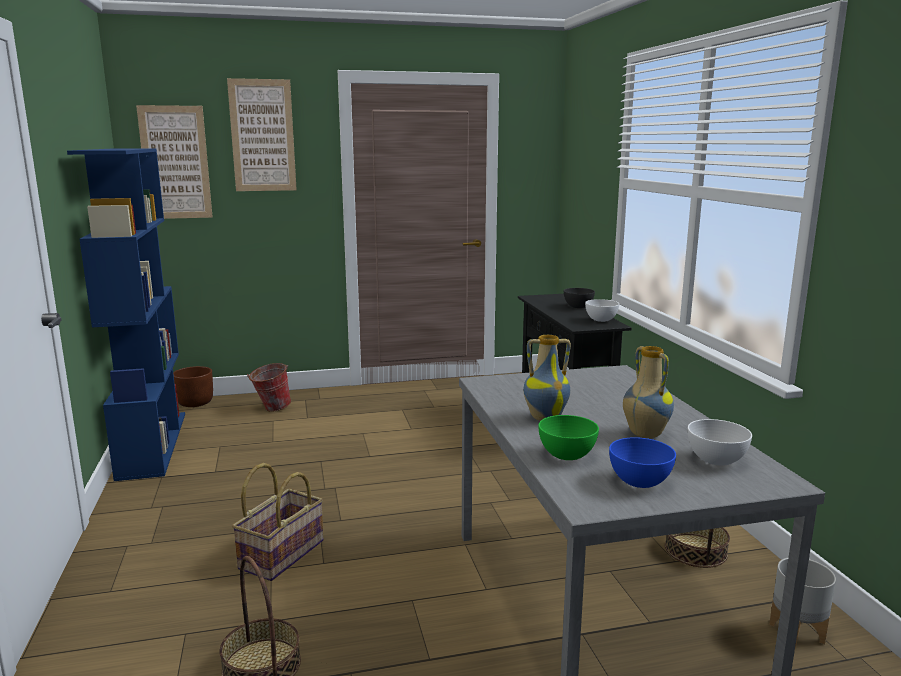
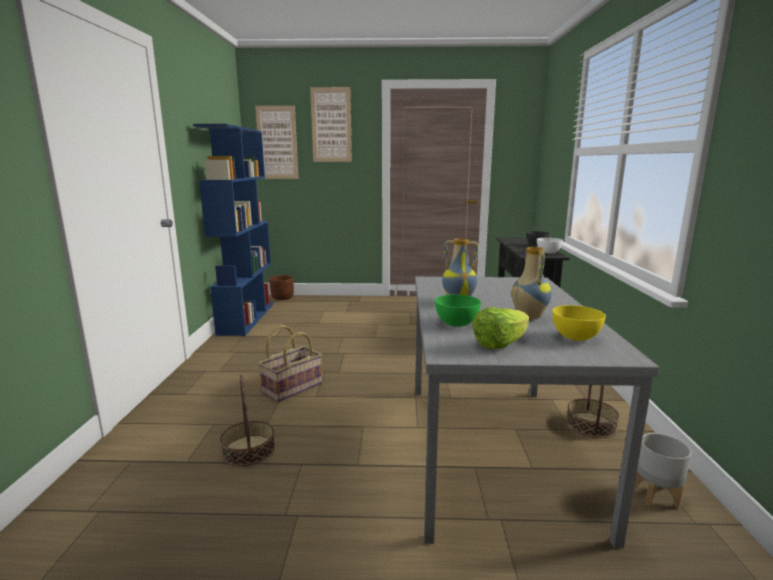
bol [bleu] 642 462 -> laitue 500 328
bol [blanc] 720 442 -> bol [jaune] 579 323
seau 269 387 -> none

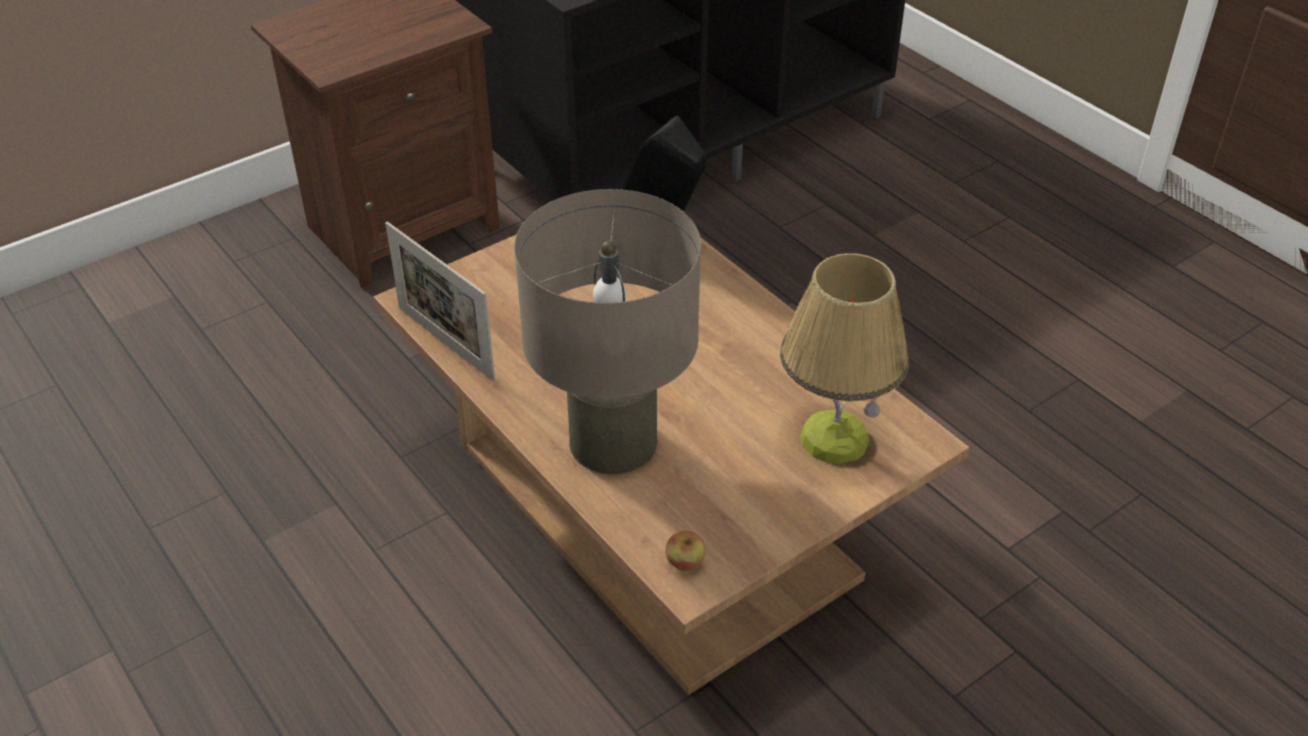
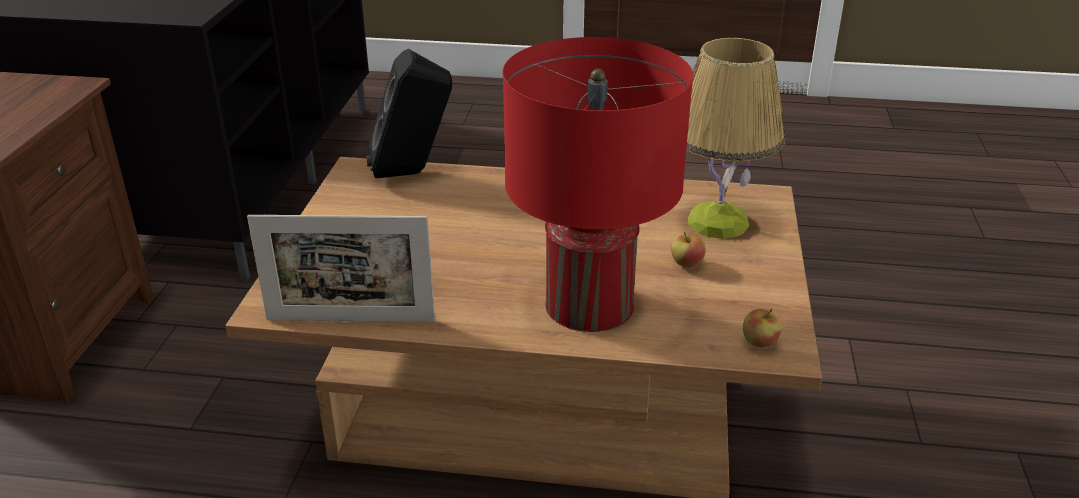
lampe de table [beige] 607 331 -> lampe de table [rouge] 598 184
none -> pomme 688 250

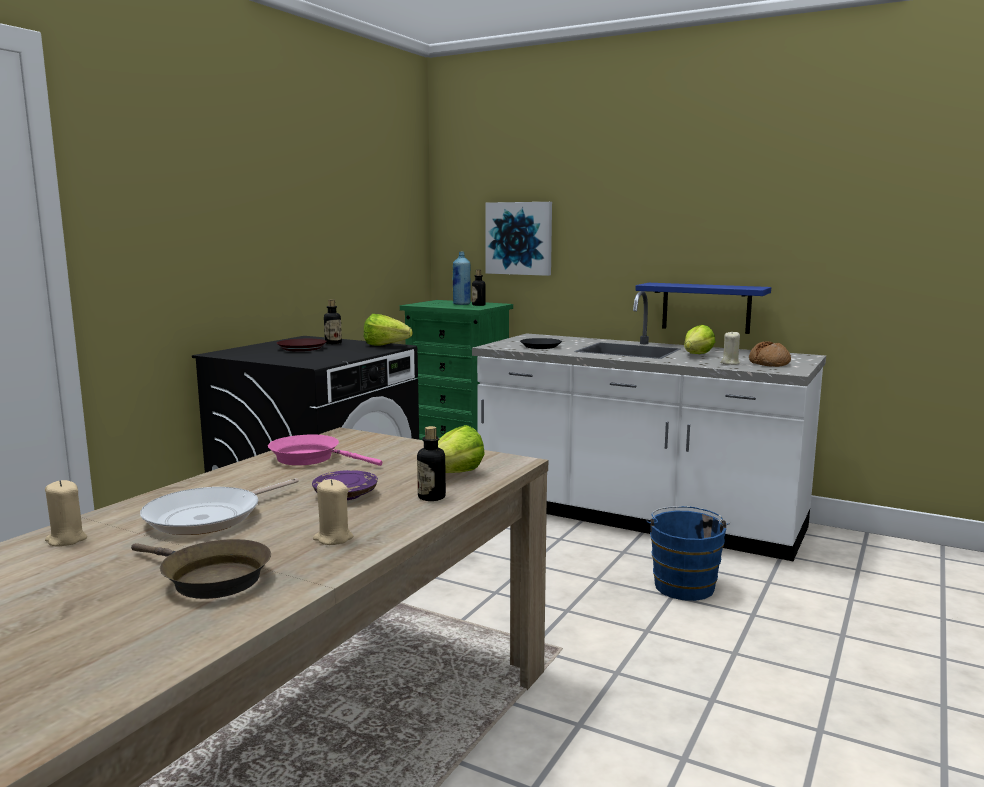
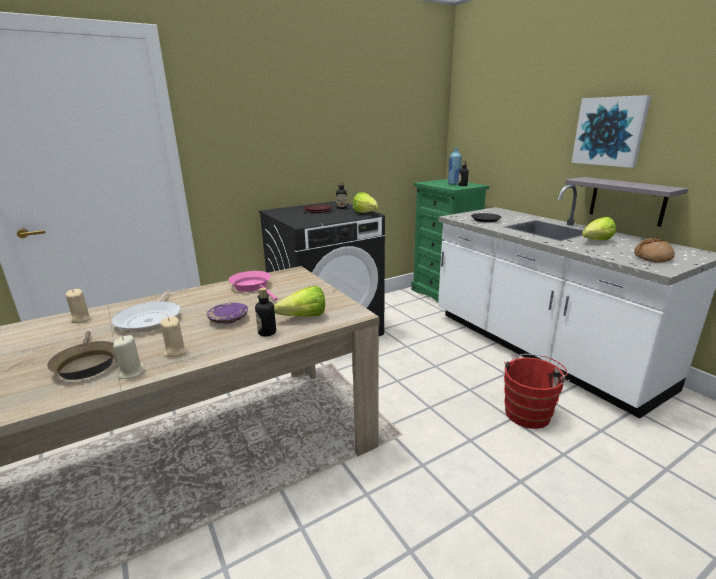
poêle 219 506 -> poêle 146 311, 75 degrees counterclockwise
bougie [beige] 730 348 -> bougie [beige] 129 357, relocated
seau [bleu] 688 553 -> seau [rouge] 537 391
étagère [bleu] 703 308 -> étagère [gris] 627 202
tableau 518 239 -> tableau 611 131, relocated

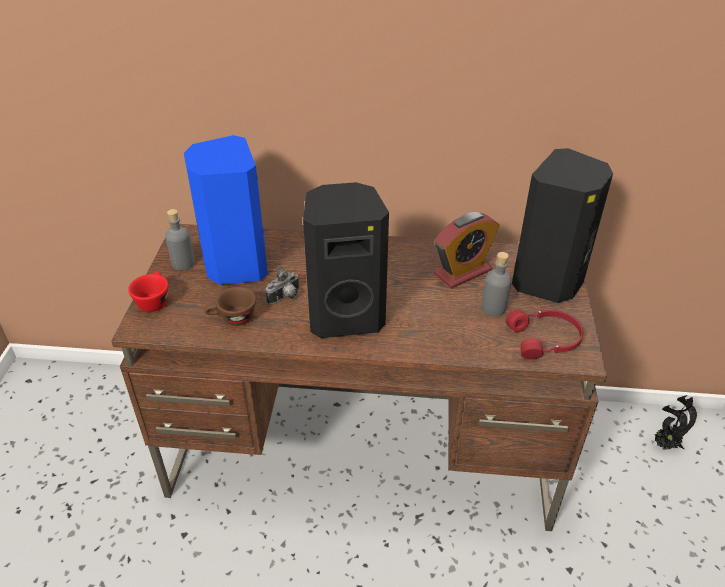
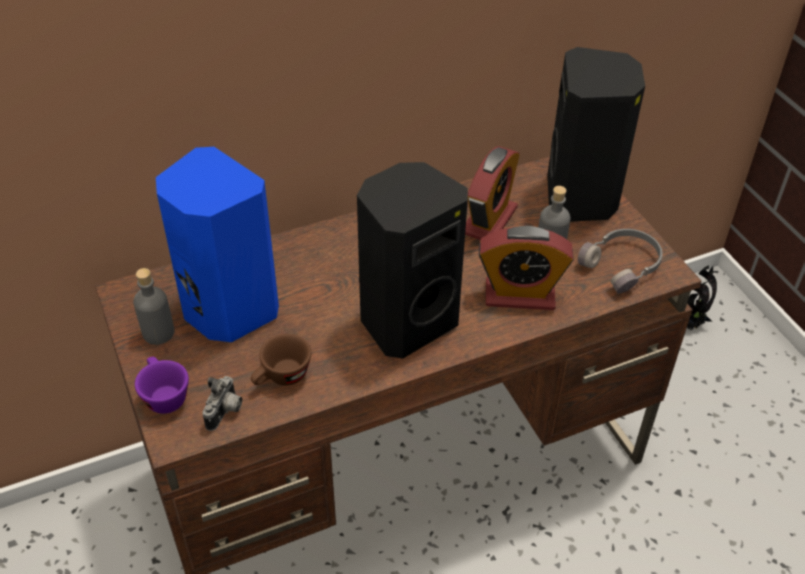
tasse [rouge] 148 292 -> tasse [violet] 162 385
appareil photo 282 285 -> appareil photo 222 403, relocated
none -> réveil 526 268
casque audio [rouge] 545 334 -> casque audio [gris] 620 261

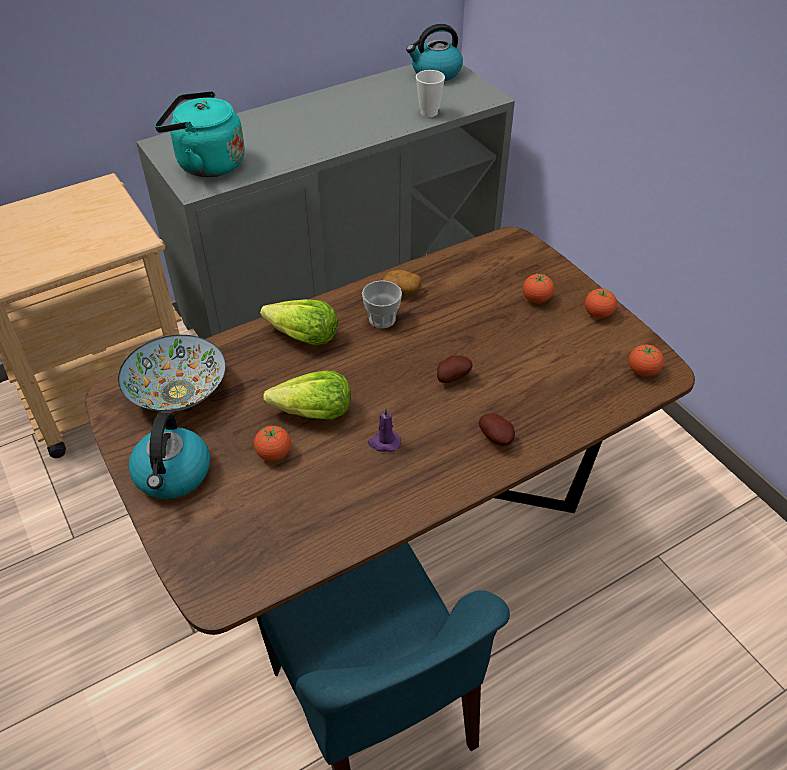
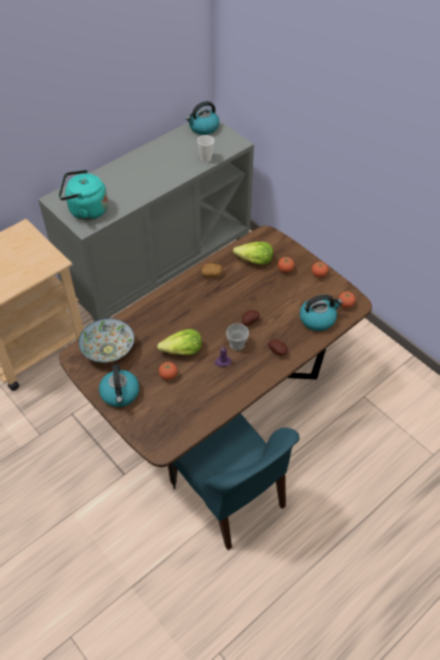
tasse 382 304 -> tasse 237 336, relocated
laitue 299 322 -> laitue 253 253, relocated
none -> bouilloire 321 312

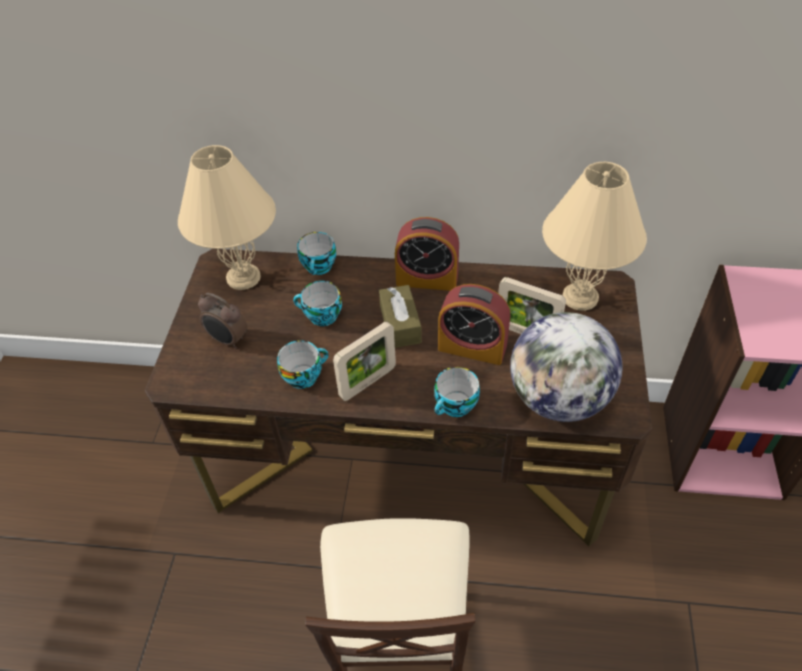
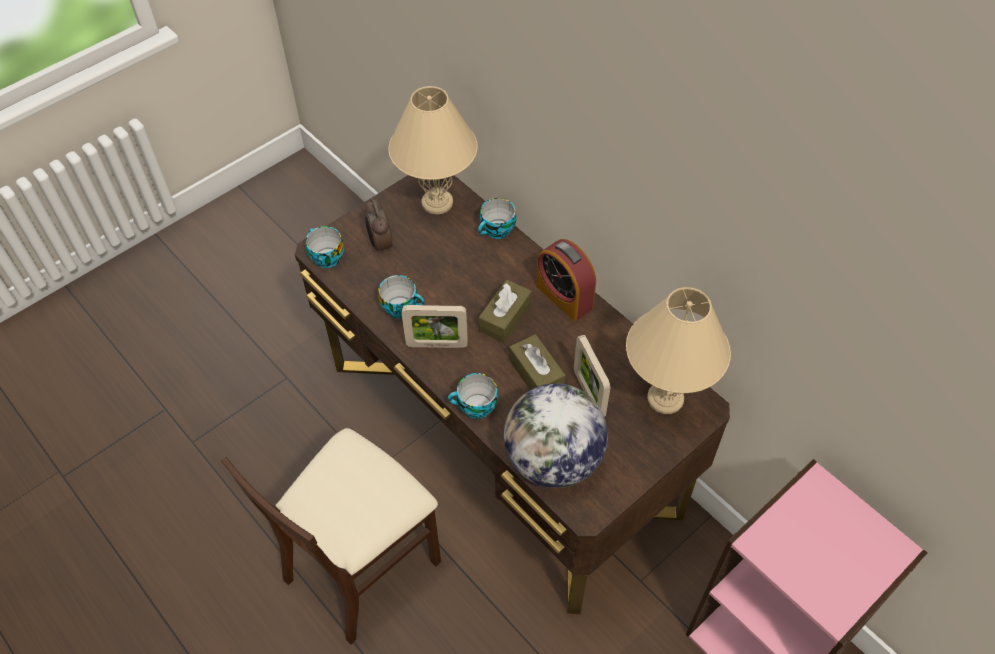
tasse 317 303 -> tasse 324 247, relocated
réveil 474 324 -> boîte à mouchoirs [marron] 537 362

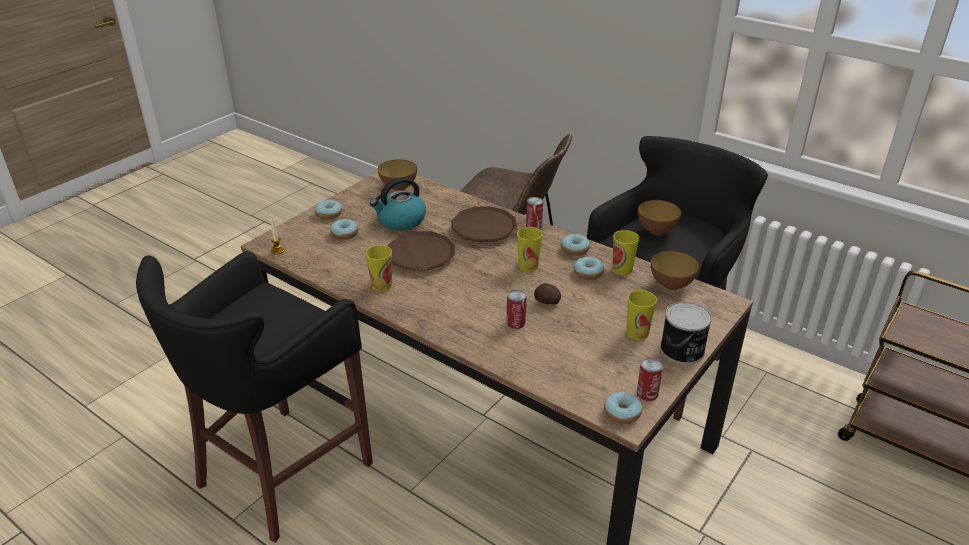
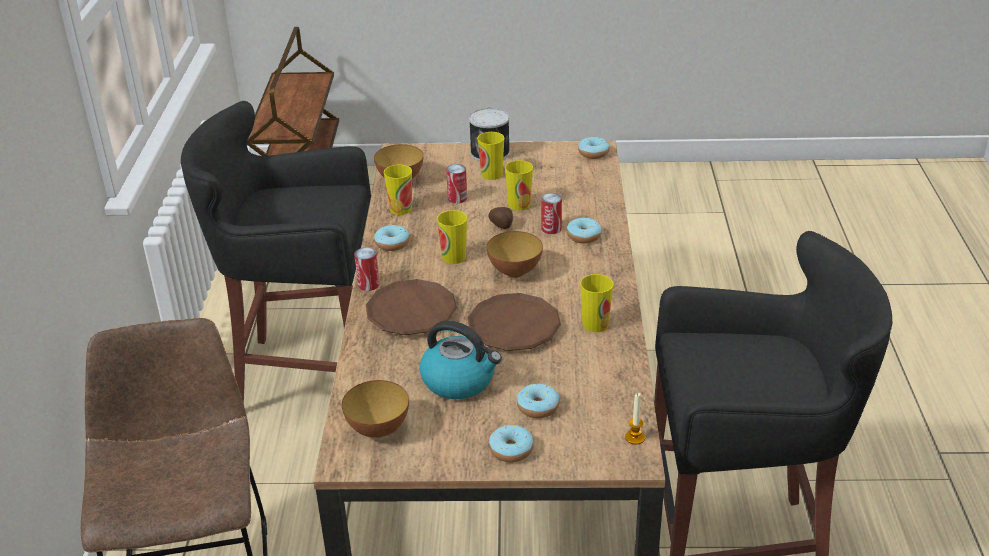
boîte métallique 650 379 -> boîte métallique 456 184, relocated
bol 659 217 -> bol 515 254, relocated
none -> tasse 519 185
beignet 589 268 -> beignet 584 230, relocated

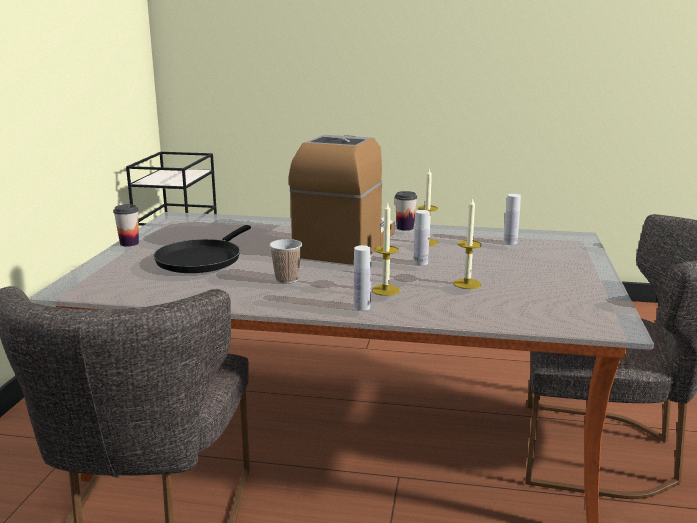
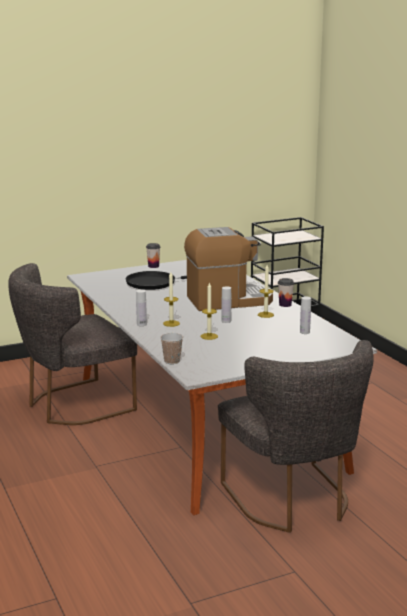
tasse 285 261 -> tasse 171 348, relocated

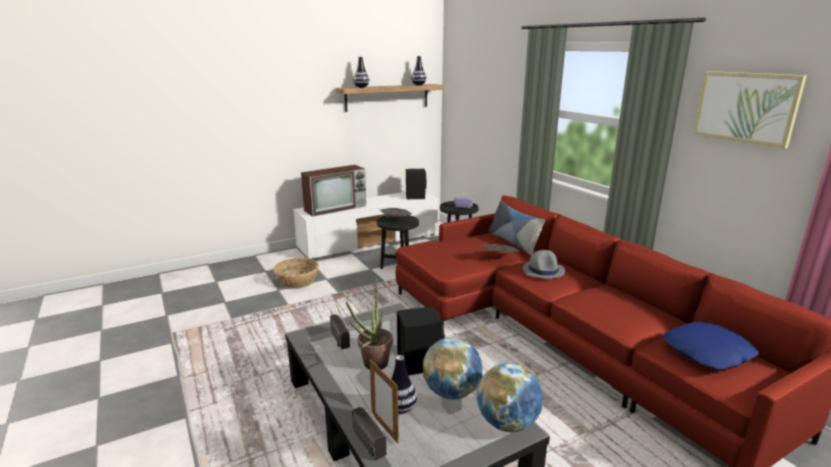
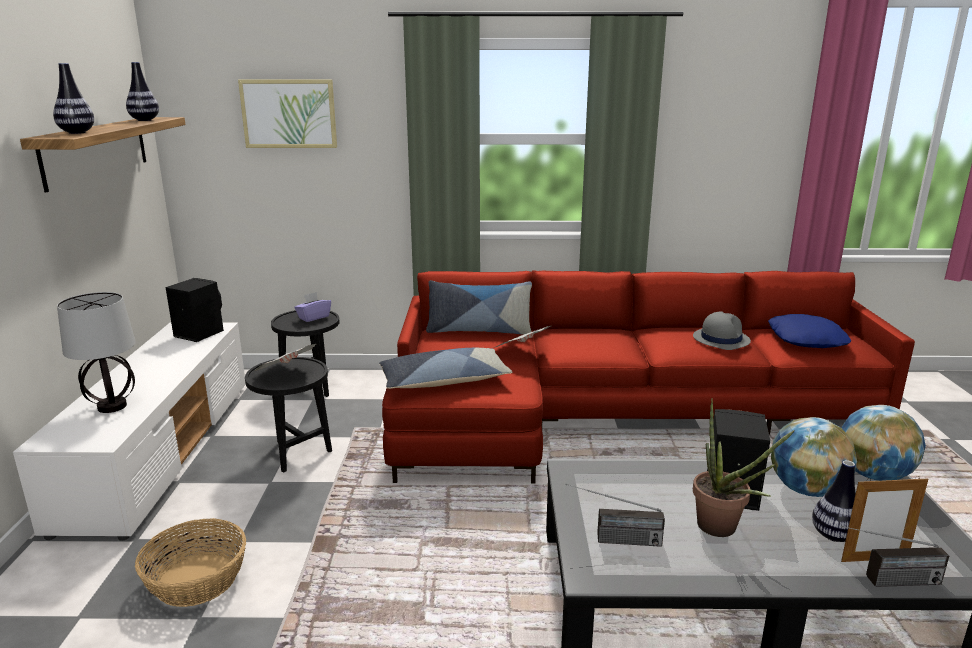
téléviseur 333 191 -> lampe de table 96 352
tableau 750 109 -> tableau 287 113, relocated
none -> coussin 445 368
chapeau [gris] 544 264 -> chapeau [gris] 722 330, relocated

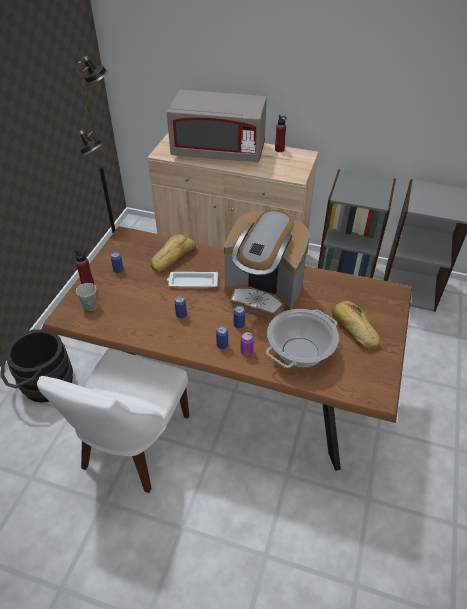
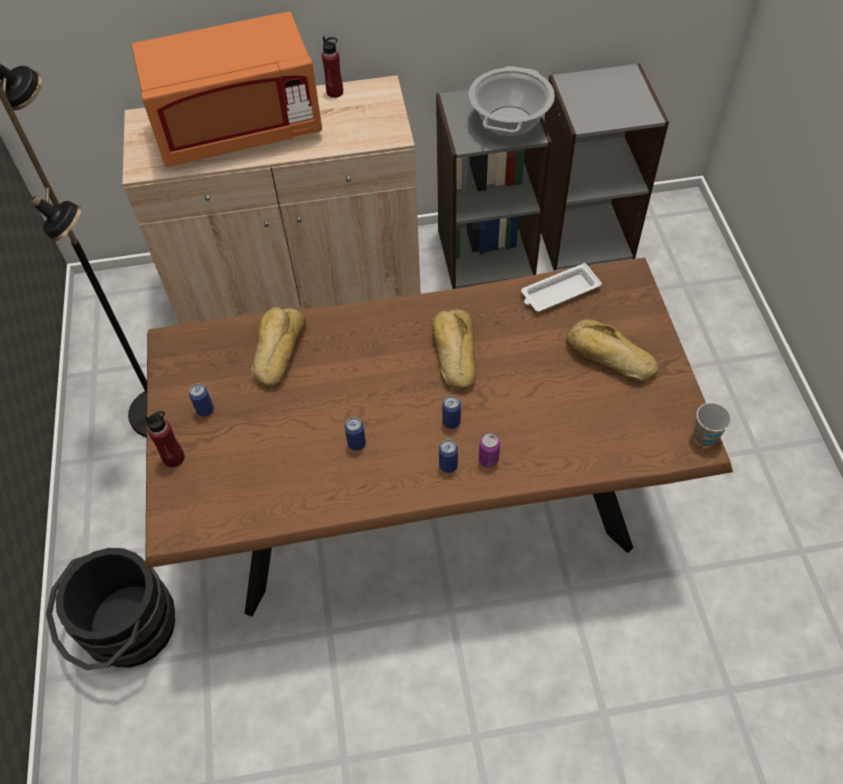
micro-ondes [gris] 217 126 -> micro-ondes [orange] 226 89
machine à café 267 264 -> pain 453 349
marmite 302 338 -> marmite 512 101, relocated
plateau [blanc] 192 280 -> plateau [blanc] 561 287, relocated
tasse 86 296 -> tasse 713 425, relocated
chaise [blanc] 113 420 -> none

